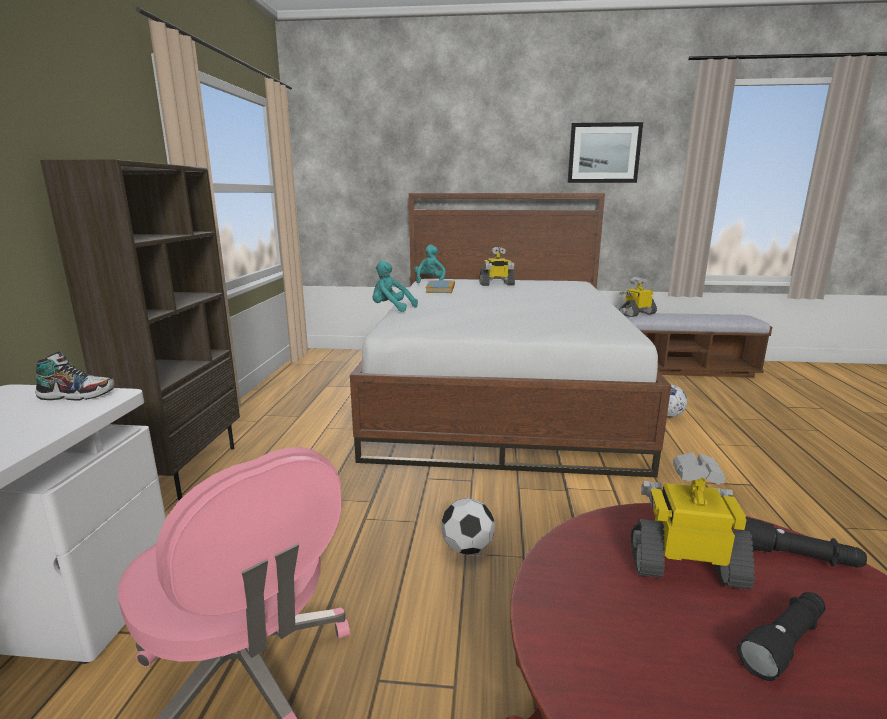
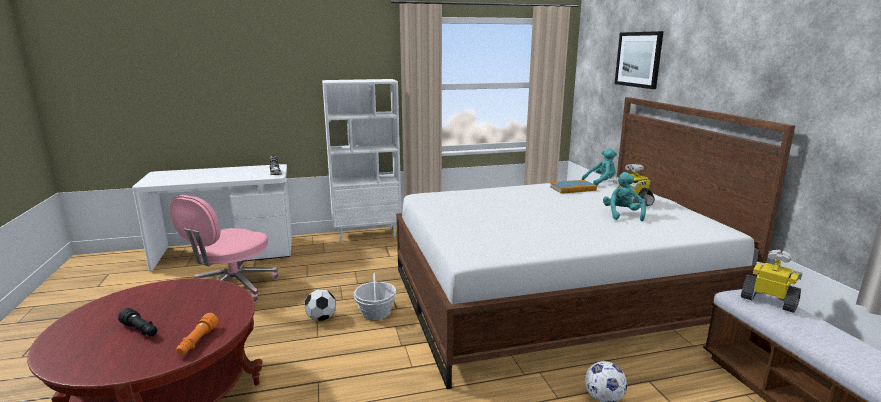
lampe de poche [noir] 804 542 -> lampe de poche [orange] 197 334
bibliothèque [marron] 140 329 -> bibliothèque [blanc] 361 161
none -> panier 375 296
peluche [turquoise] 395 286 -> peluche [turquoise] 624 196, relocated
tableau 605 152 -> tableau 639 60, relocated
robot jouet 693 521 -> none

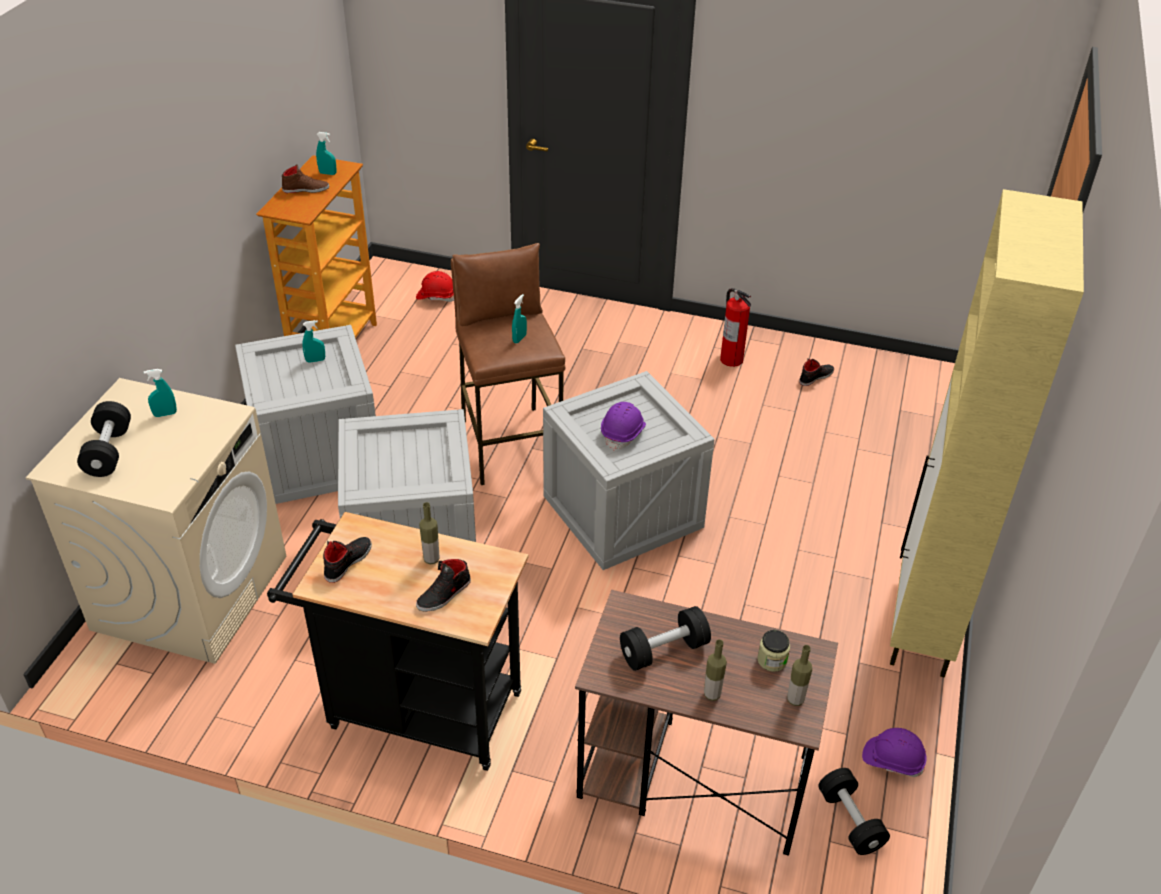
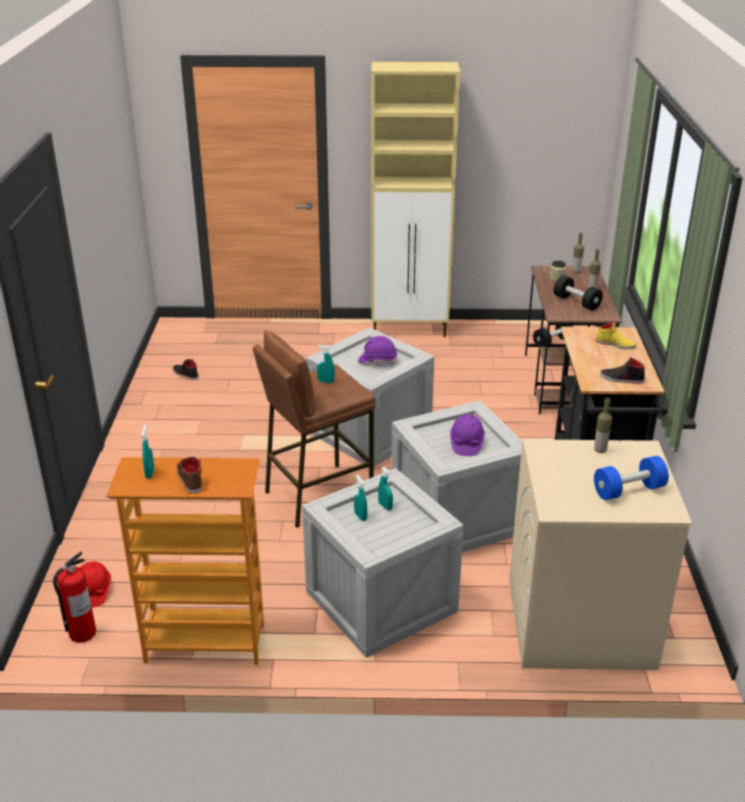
extincteur 735 327 -> extincteur 74 597, relocated
vaporisateur [turquoise] 160 393 -> vaporisateur [turquoise] 385 488, relocated
casque de chantier [violet] 894 752 -> casque de chantier [violet] 467 435, relocated
bouteille 429 533 -> bouteille 603 425, relocated
haltère [noir] 104 439 -> haltère [bleu] 631 478
chaussure [noir] 443 585 -> chaussure [jaune] 616 335

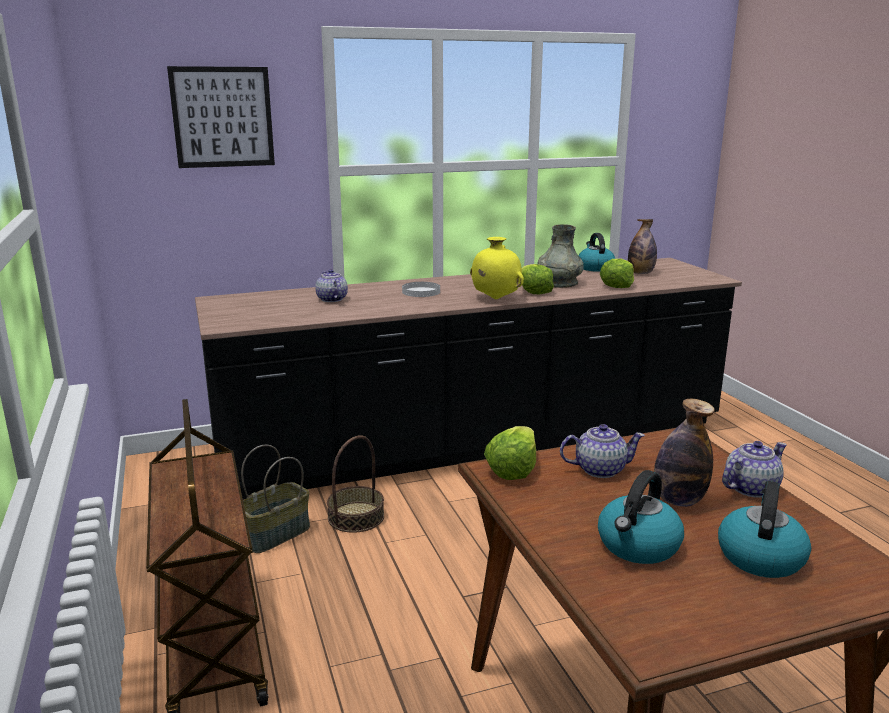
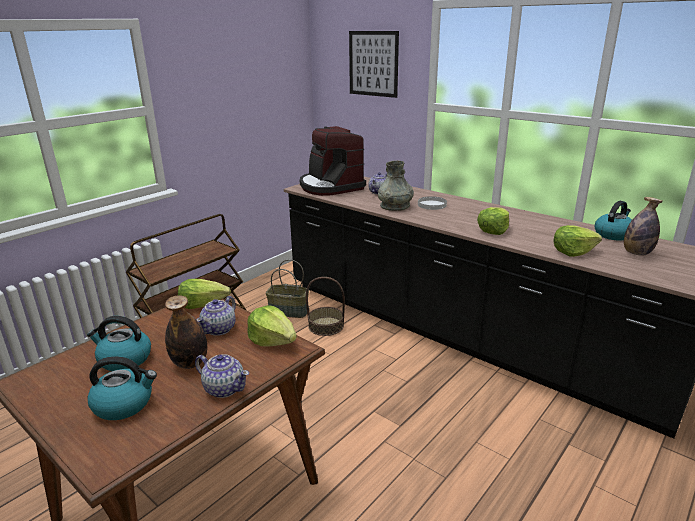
théière 602 451 -> théière 216 316, 60 degrees clockwise
none -> laitue 272 326
none -> machine à café 333 161
vase [gris] 560 256 -> vase [gris] 396 185, relocated
vase [jaune] 497 268 -> none

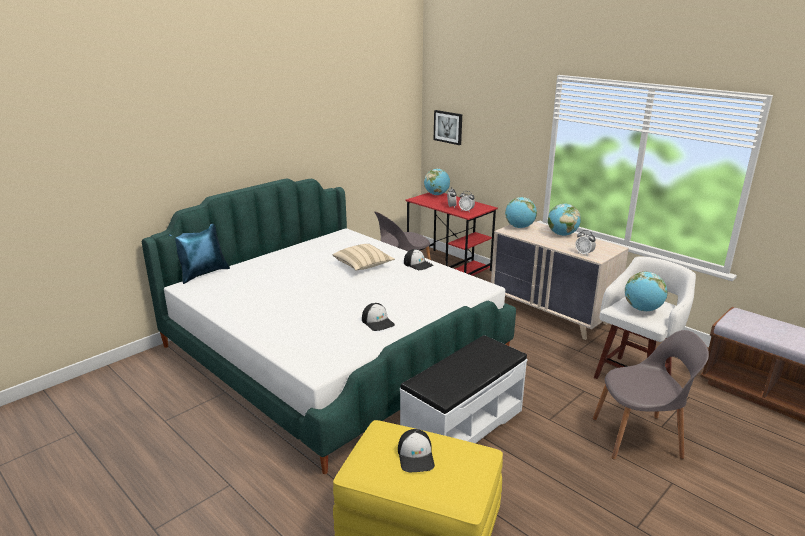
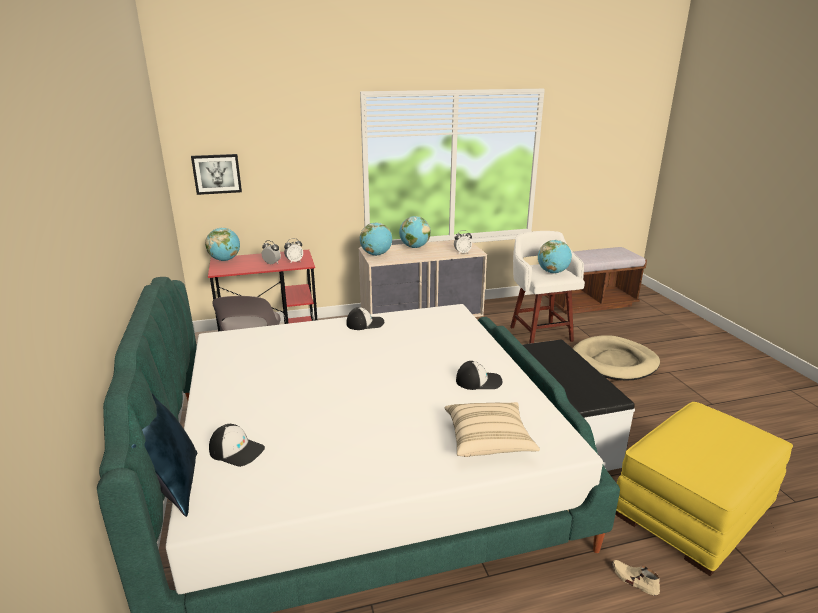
casquette 416 450 -> casquette 237 445, relocated
coussin [beige] 364 257 -> coussin [beige] 492 429, relocated
chaise [gris] 651 394 -> panier pour chien [beige] 616 358
none -> chaussure [beige] 635 578

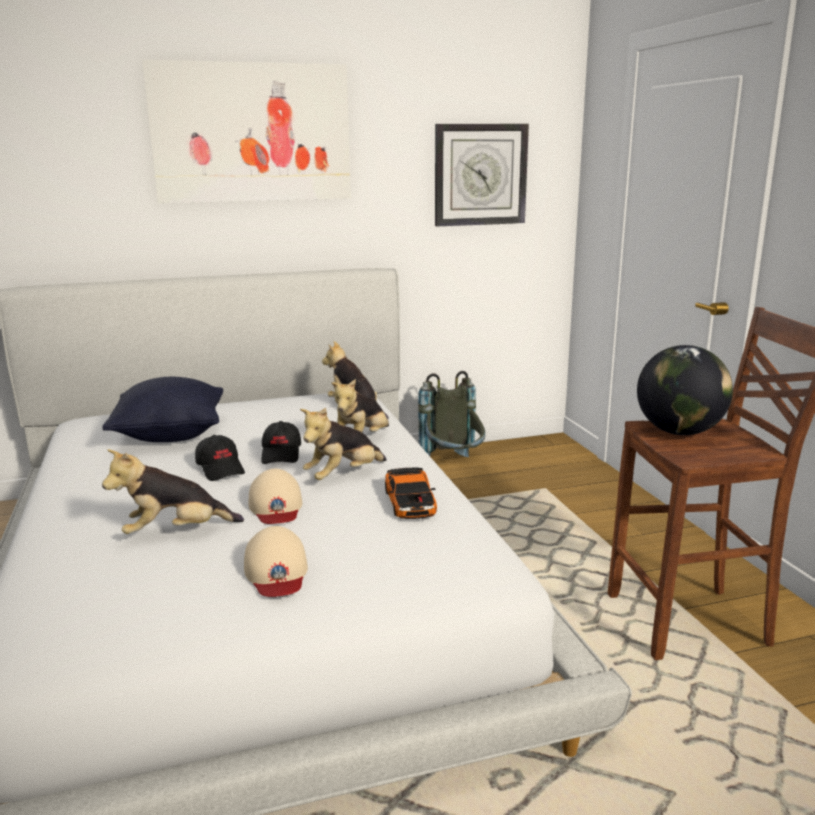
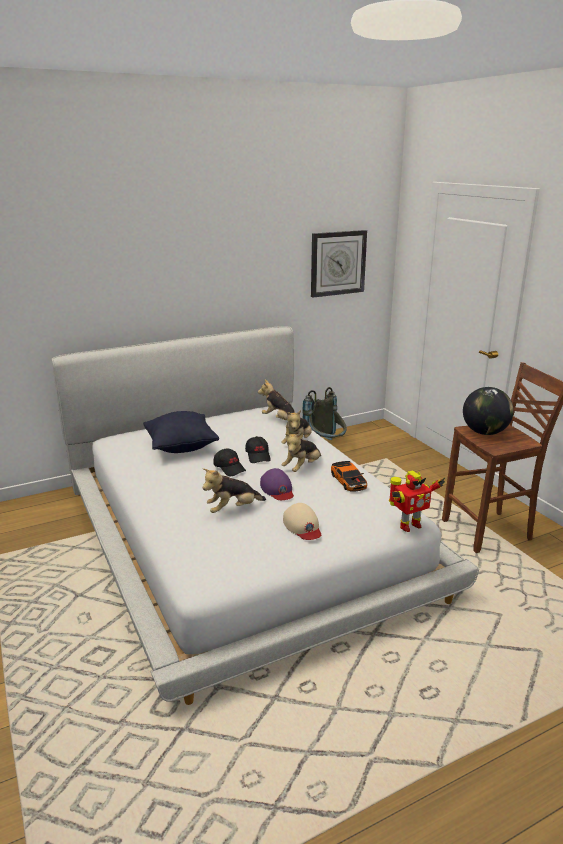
casquette [beige] 275 496 -> casquette [violet] 277 484
none -> robot jouet 417 501
tableau 246 132 -> none

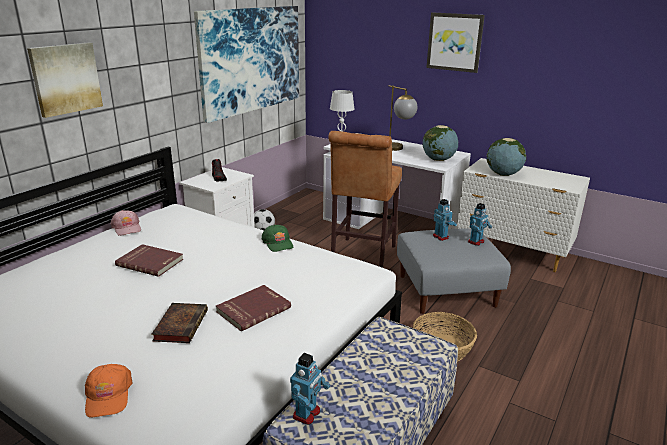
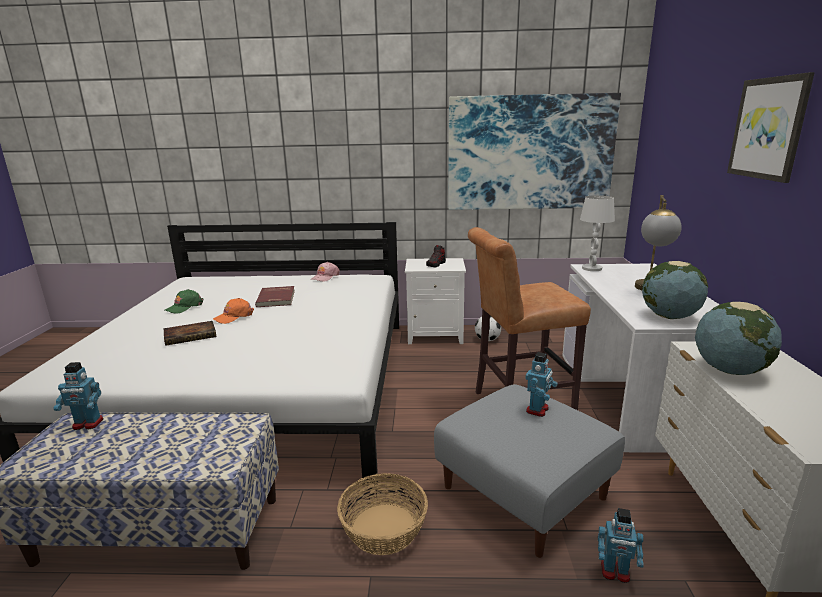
casquette [vert] 277 238 -> casquette [vert] 184 301, relocated
casquette [orange] 108 391 -> casquette [orange] 233 311, relocated
robot jouet 480 224 -> robot jouet 621 545, relocated
tableau 65 80 -> none
livre [rouge] 253 308 -> none

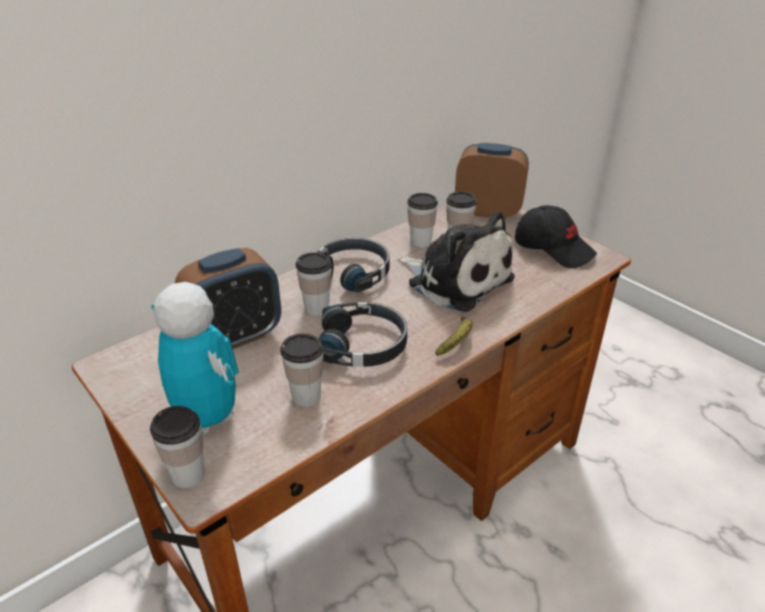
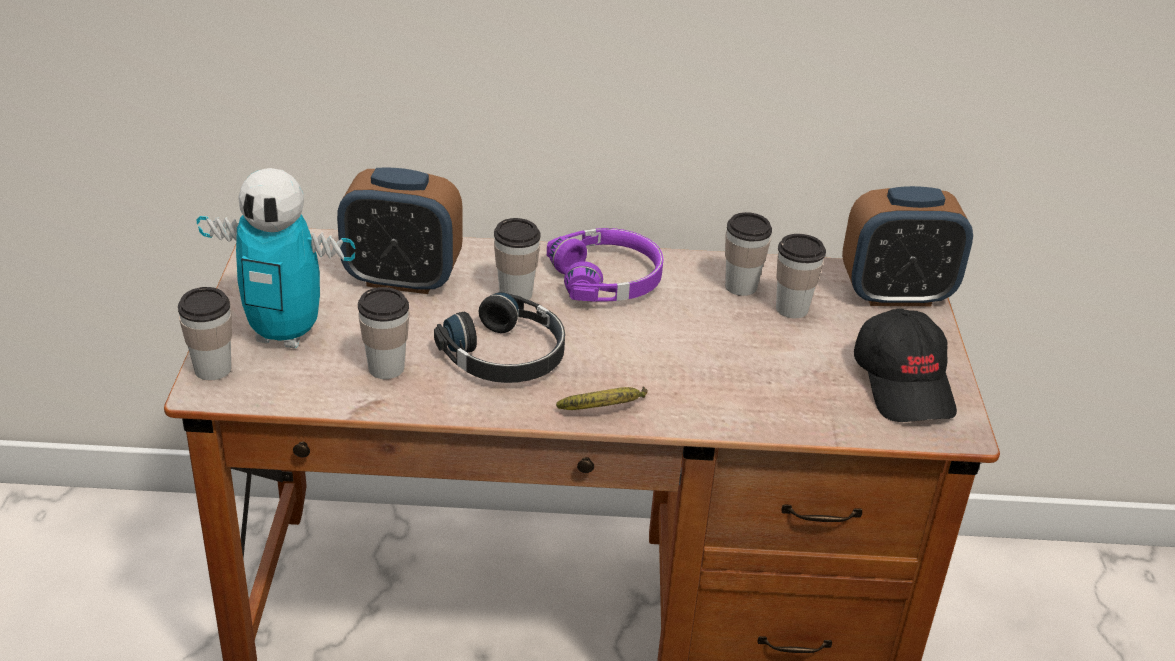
robot jouet 195 358 -> robot jouet 276 258, 105 degrees clockwise
casque audio [noir] 353 265 -> casque audio [violet] 605 265
réveil 492 181 -> réveil 907 246, 120 degrees clockwise
peluche 456 261 -> none

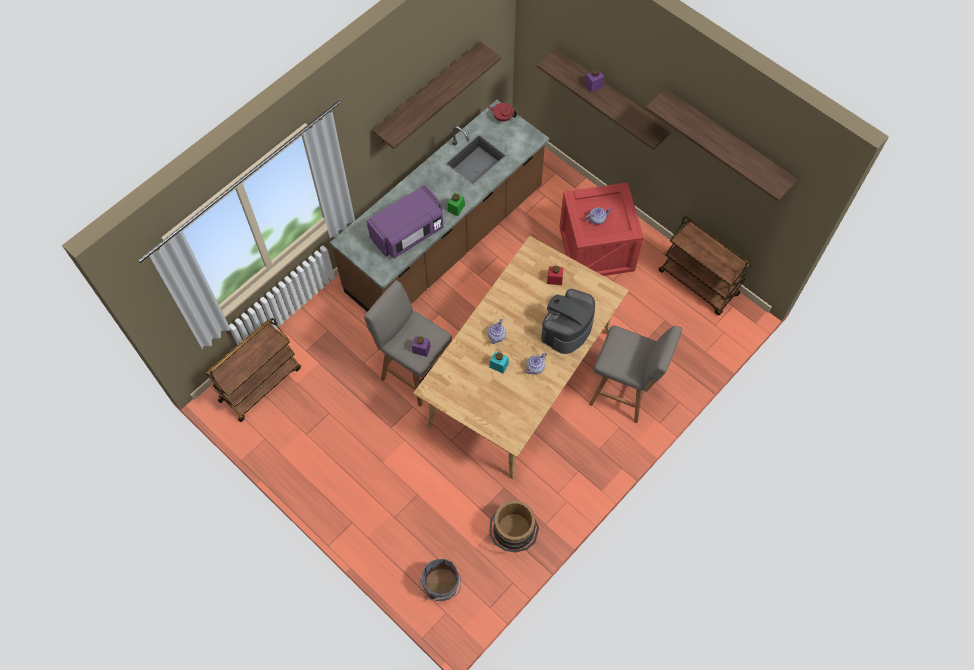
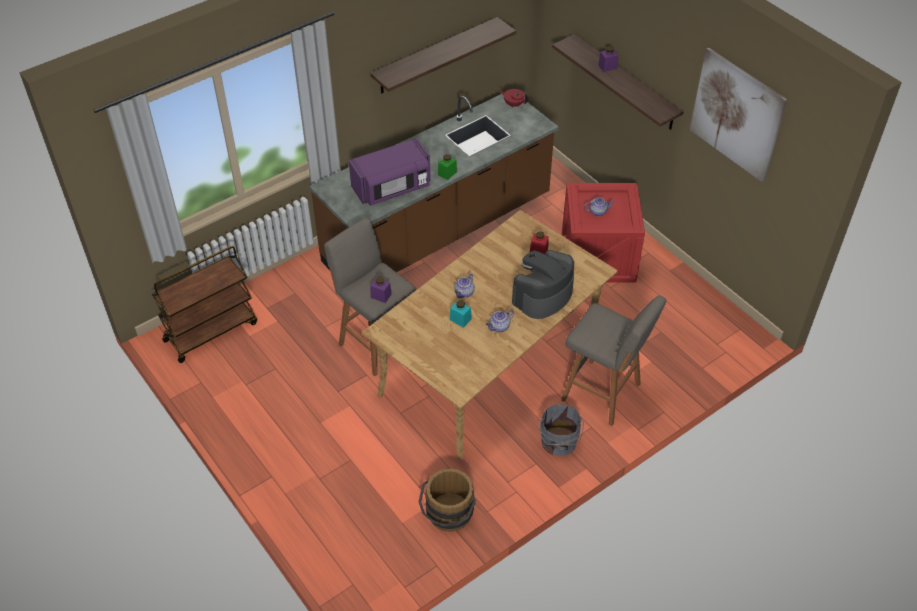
seau [gris] 440 580 -> seau [gris] 561 430, relocated
étagère 721 145 -> tableau 738 115
chariot [marron] 705 265 -> none

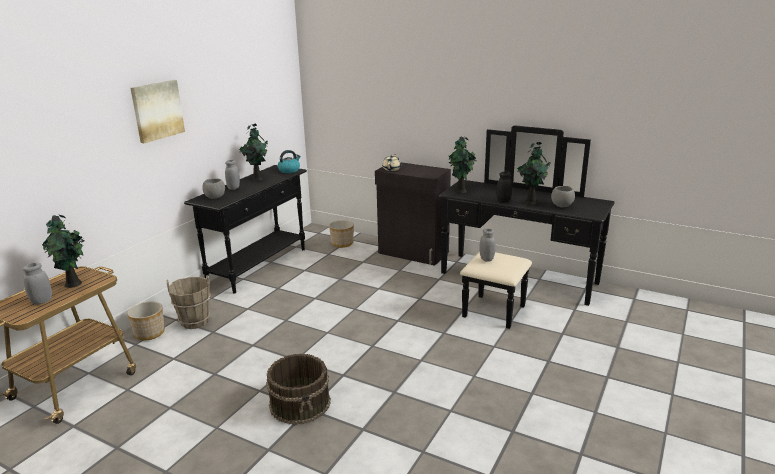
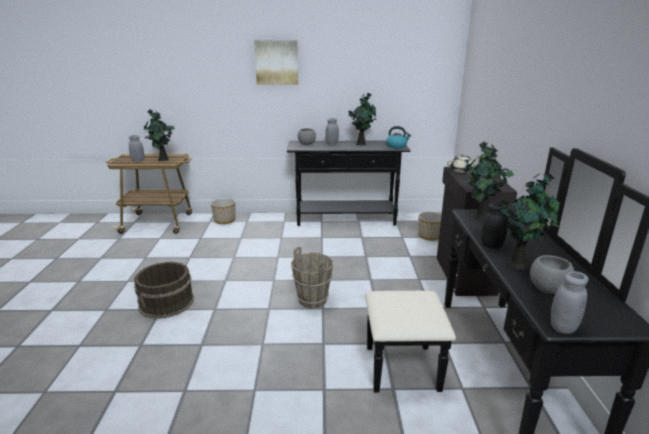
seau [marron] 189 302 -> seau [marron] 312 277, relocated
bocal [gris] 487 245 -> bocal [gris] 569 302, relocated

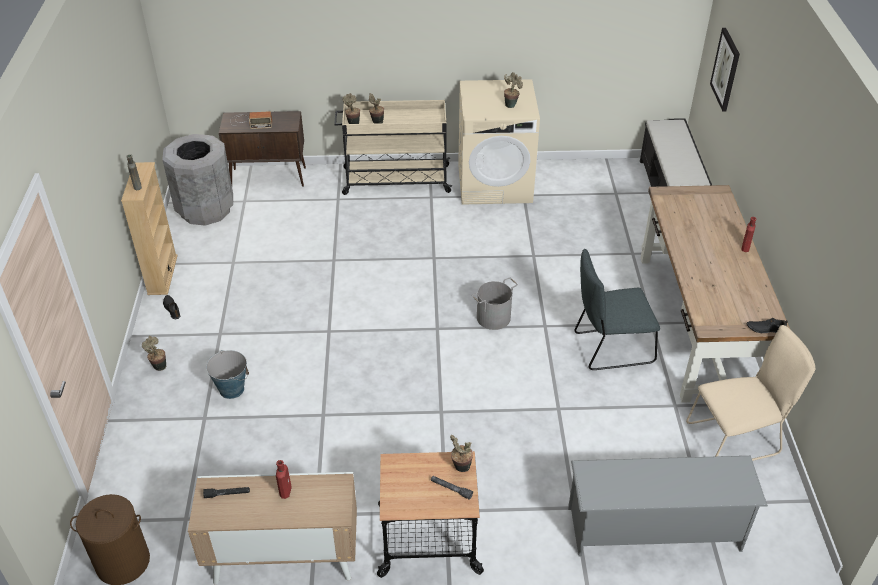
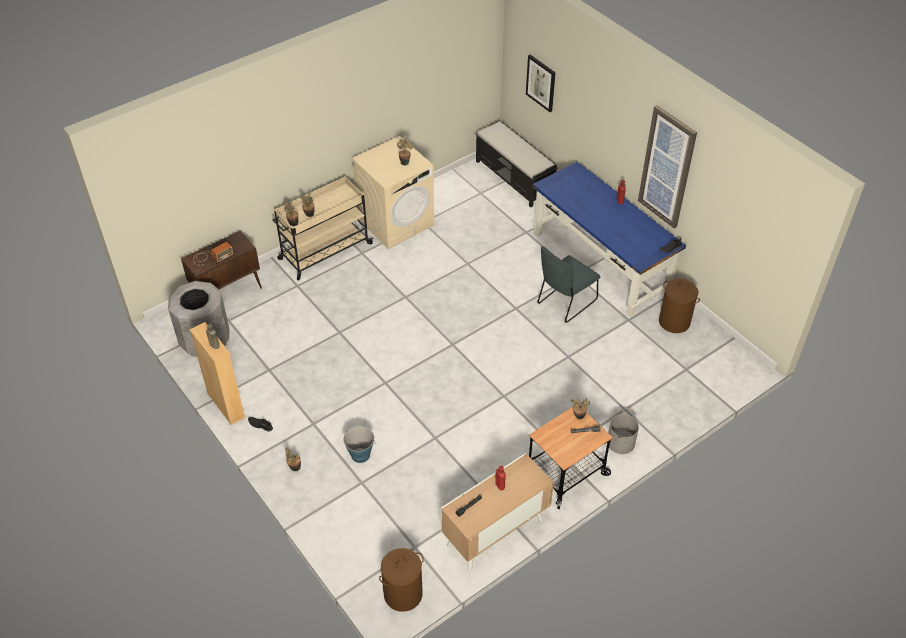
bureau [marron] 715 294 -> bureau [bleu] 609 239
seau [gris] 495 303 -> seau [gris] 623 431, relocated
none -> tableau 667 166
chaise [beige] 751 393 -> panier à linge [marron] 679 306
étagère à chaussures [gris] 668 506 -> none

